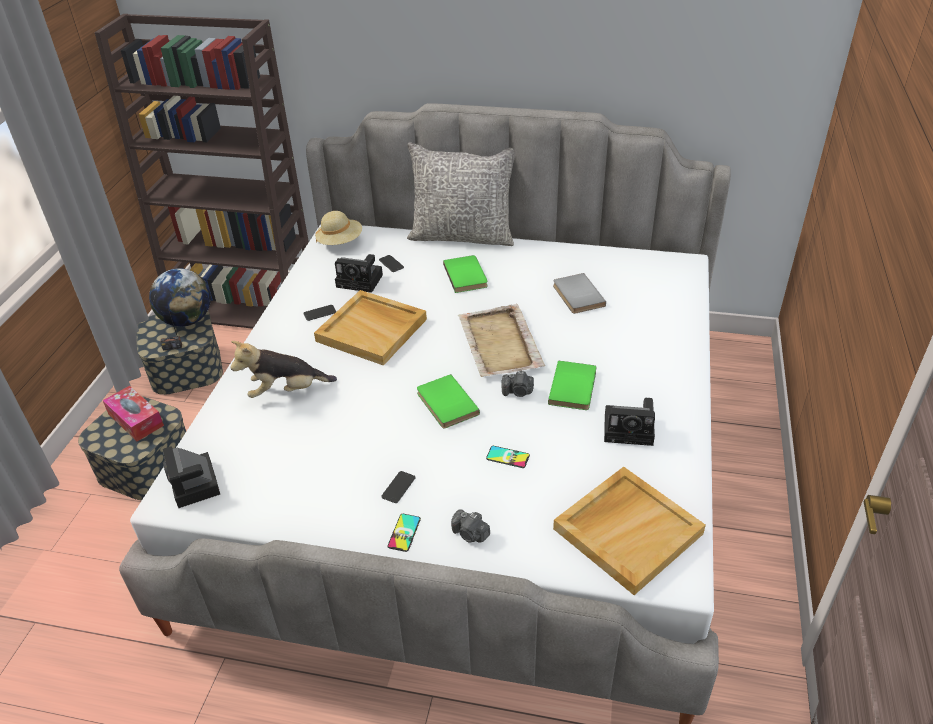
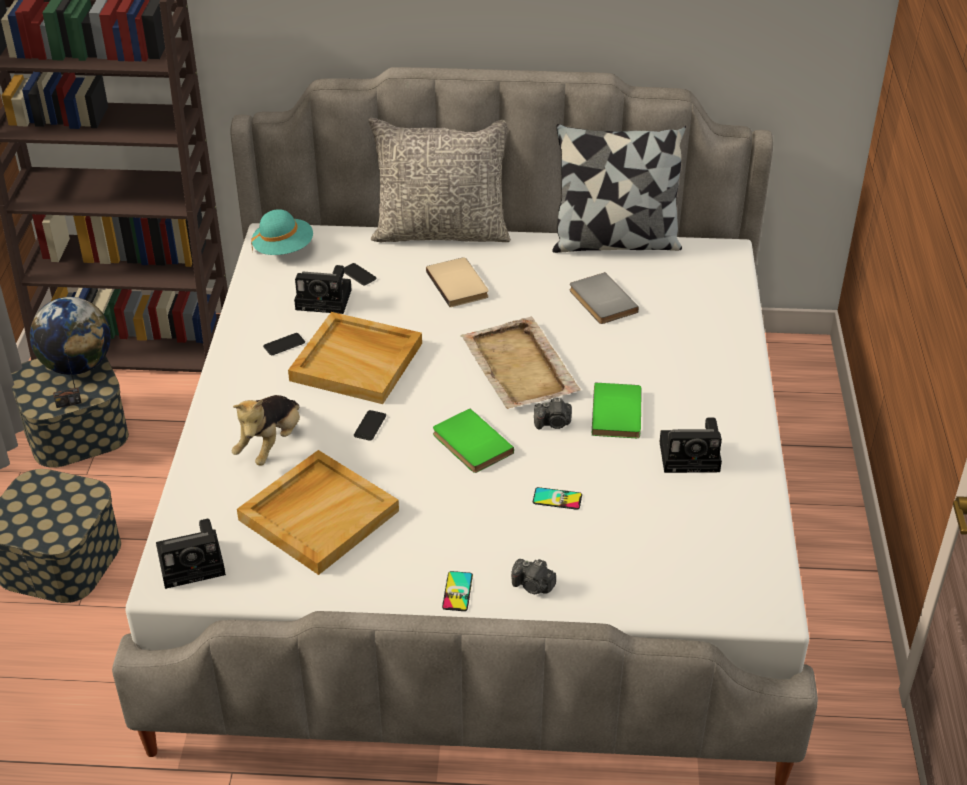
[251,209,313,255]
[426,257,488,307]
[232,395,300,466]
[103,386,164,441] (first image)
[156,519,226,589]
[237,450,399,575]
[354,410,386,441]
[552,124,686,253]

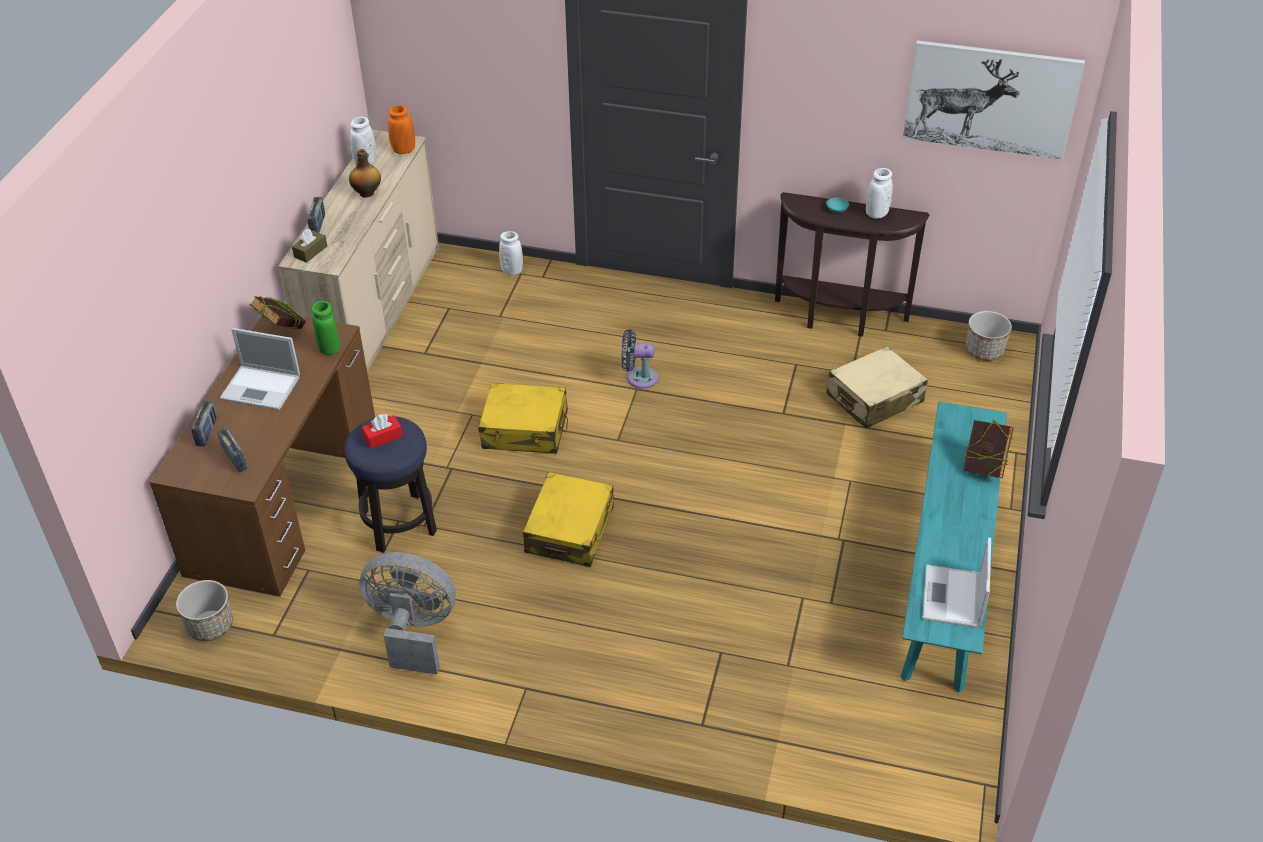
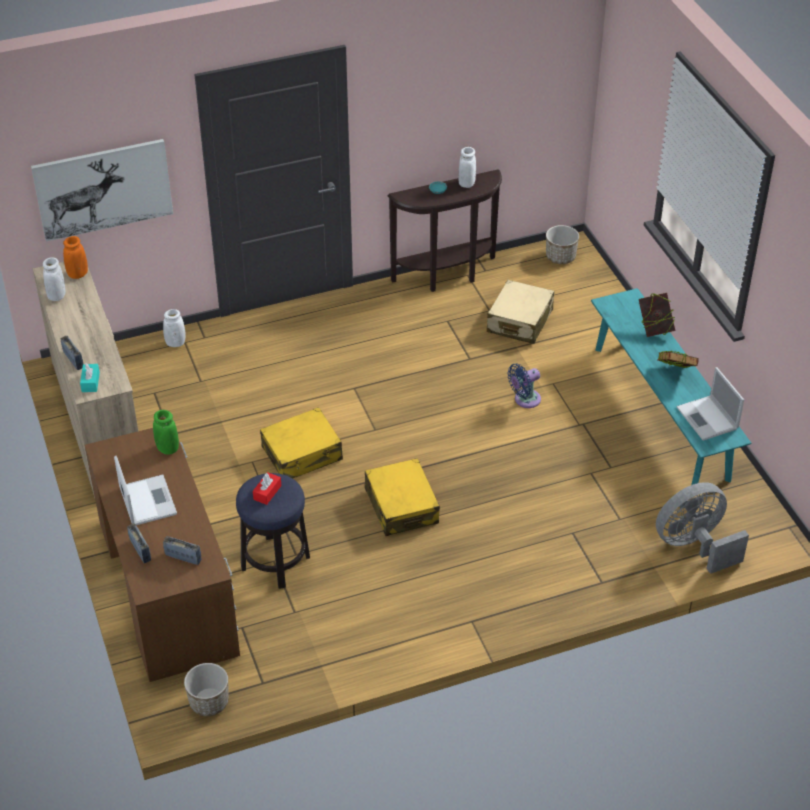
[31,139,173,242]
[349,149,381,198] (first image)
[80,363,100,392]
[658,351,699,368]
[114,456,177,525]
[508,364,541,408]
[656,482,749,574]

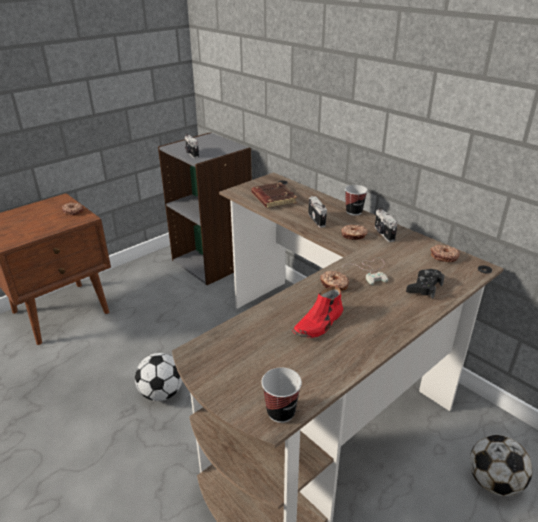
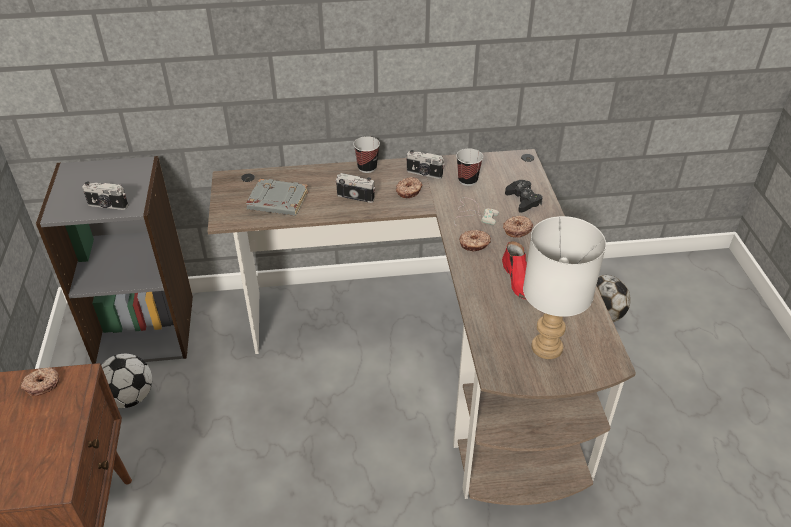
[246,179,308,216]
[503,216,533,238]
[101,354,152,408]
[456,148,483,186]
[523,216,606,359]

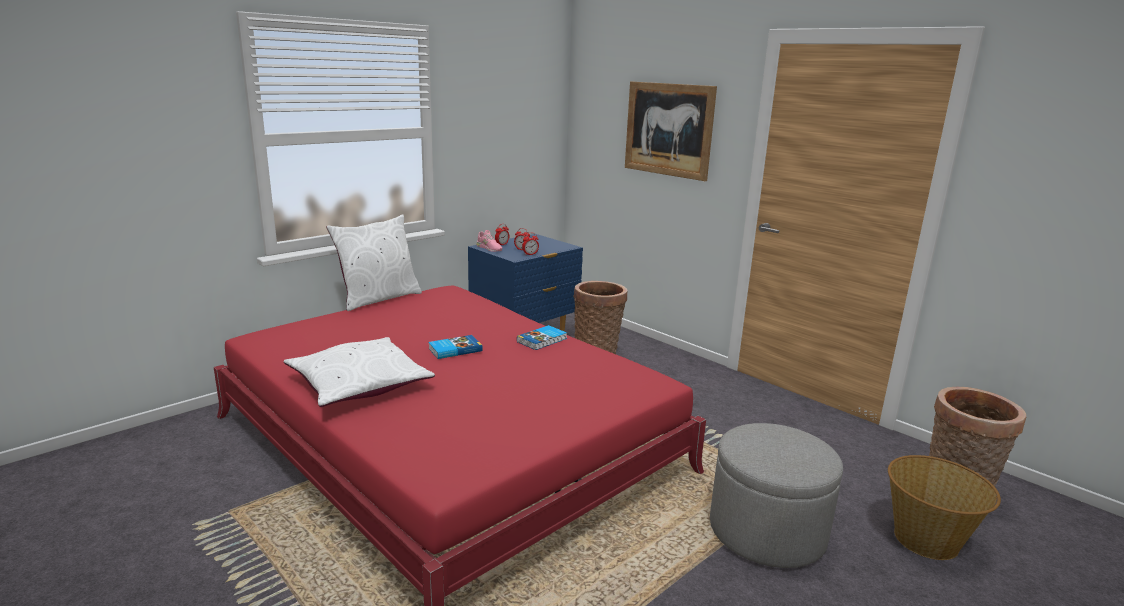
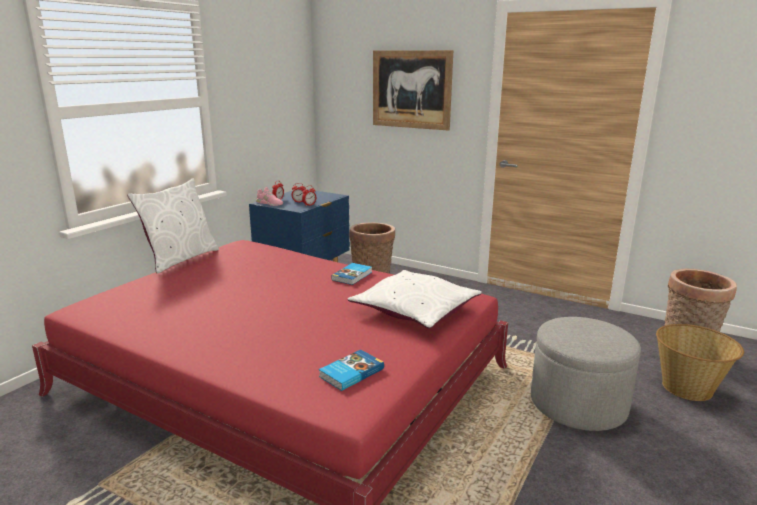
[319,350,384,391]
[348,270,482,329]

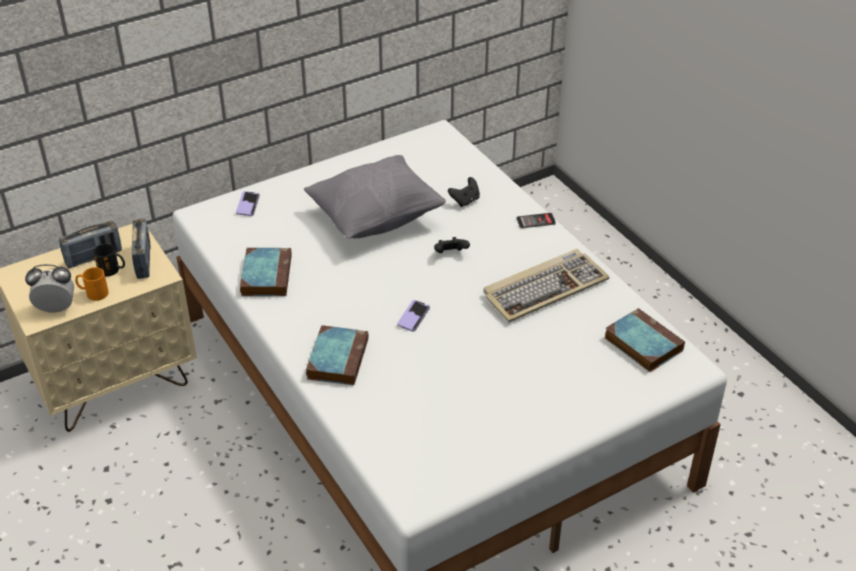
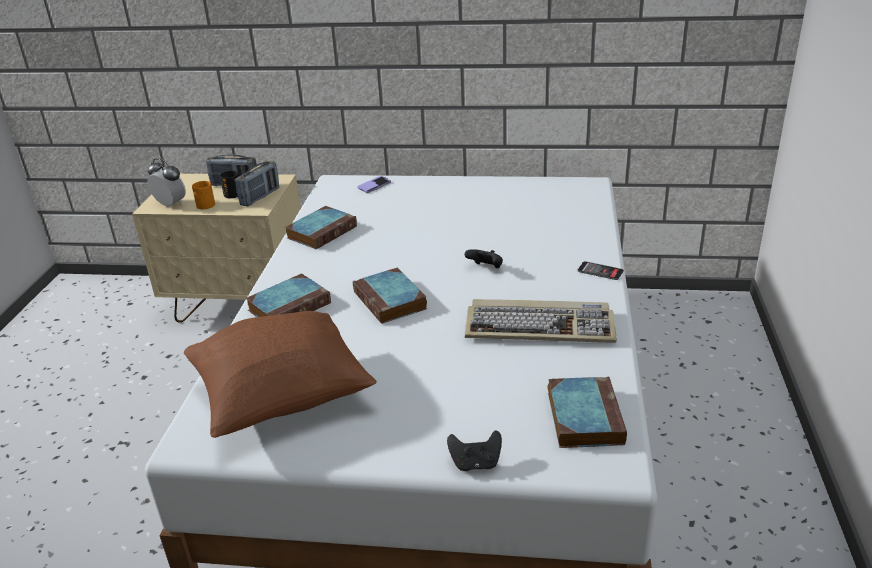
[304,155,446,238] (first image)
[447,430,502,471]
[353,268,427,324]
[184,311,377,438]

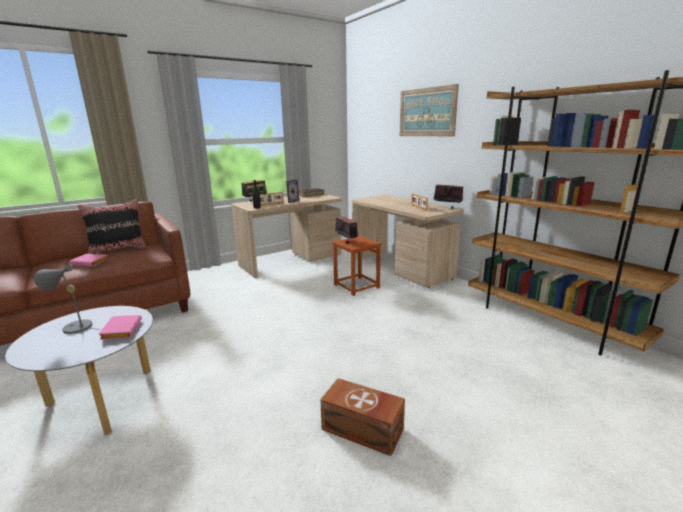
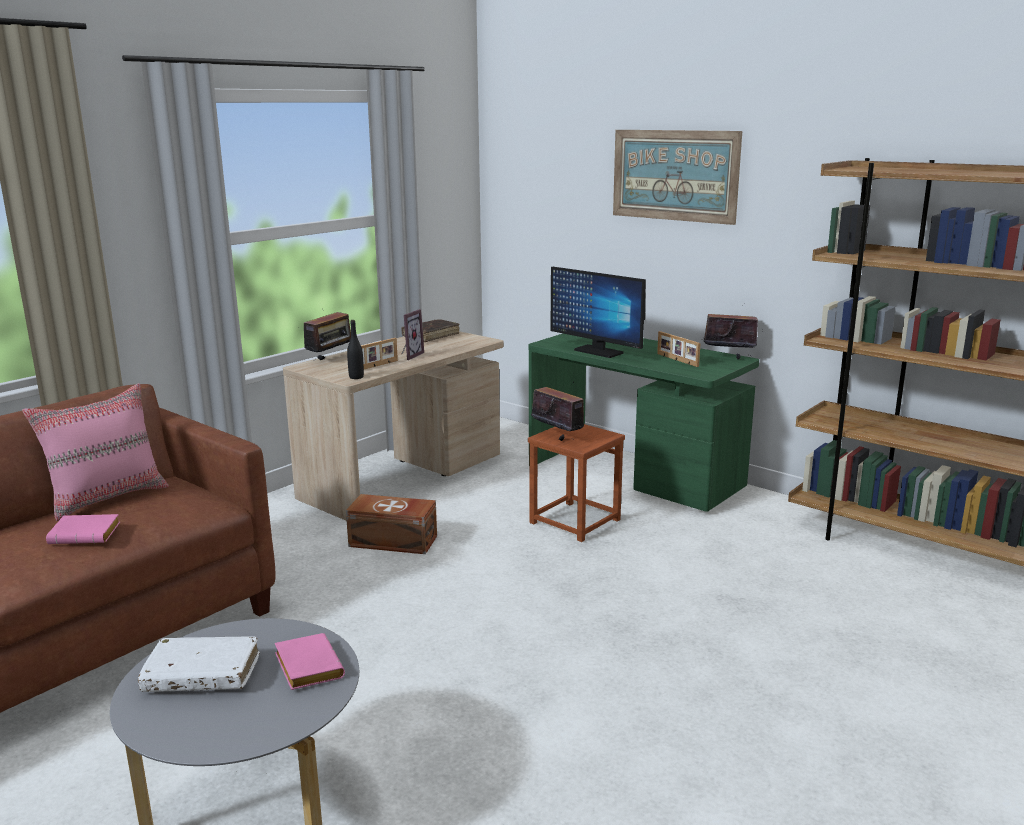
[529,334,759,512]
[22,383,169,521]
[138,636,260,692]
[346,494,437,554]
[550,267,646,358]

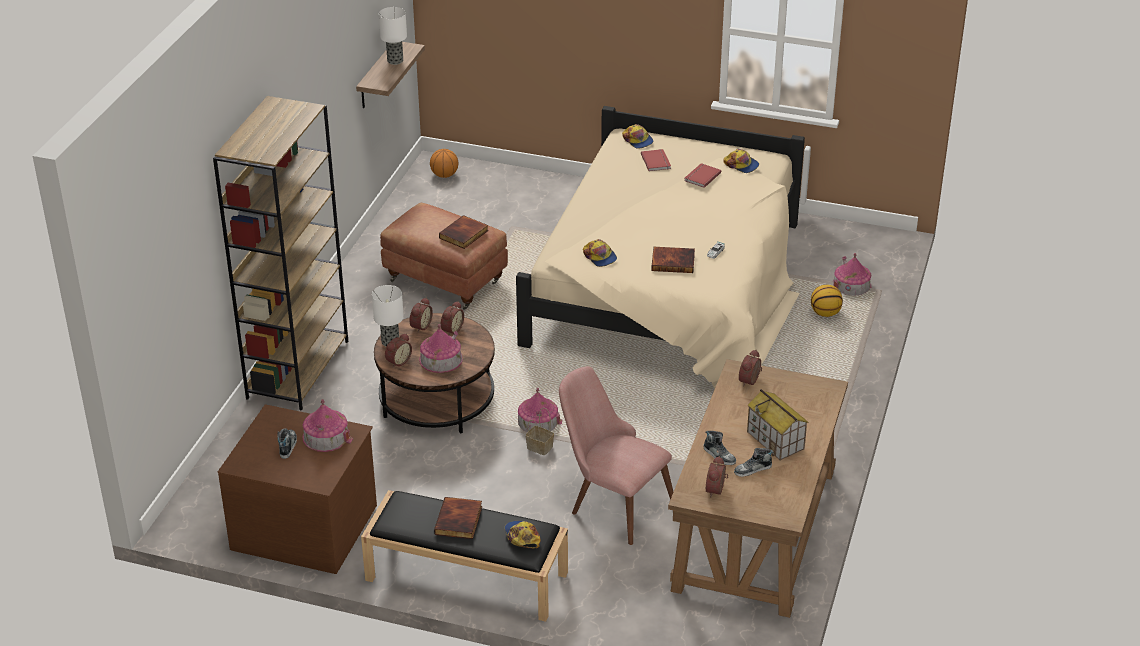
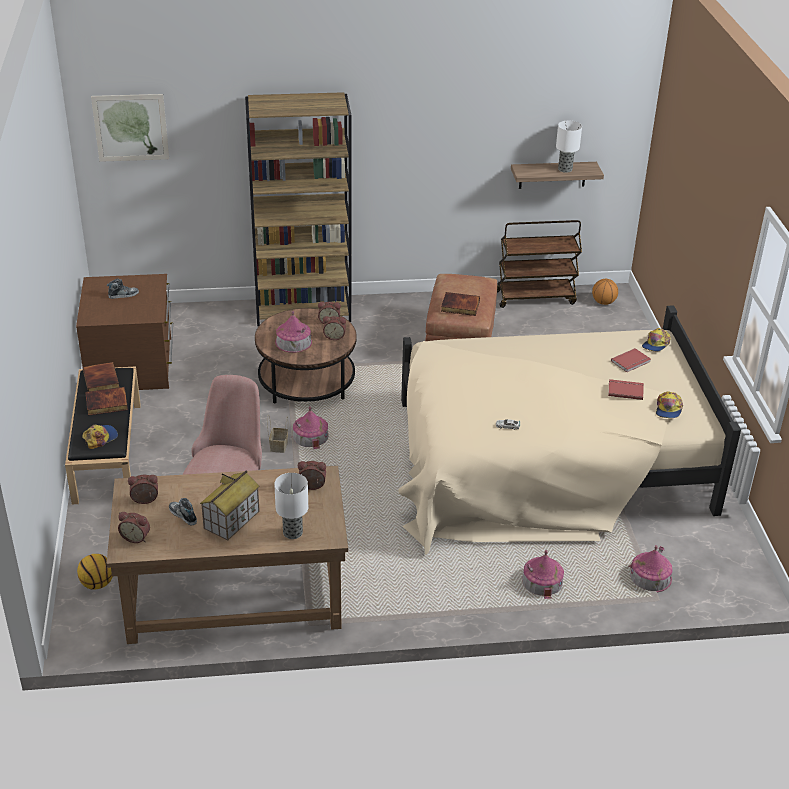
[583,239,617,267] (first image)
[83,362,119,392]
[274,473,308,539]
[77,554,113,590]
[118,512,150,543]
[522,550,564,599]
[704,431,736,465] (first image)
[91,94,169,162]
[497,220,582,308]

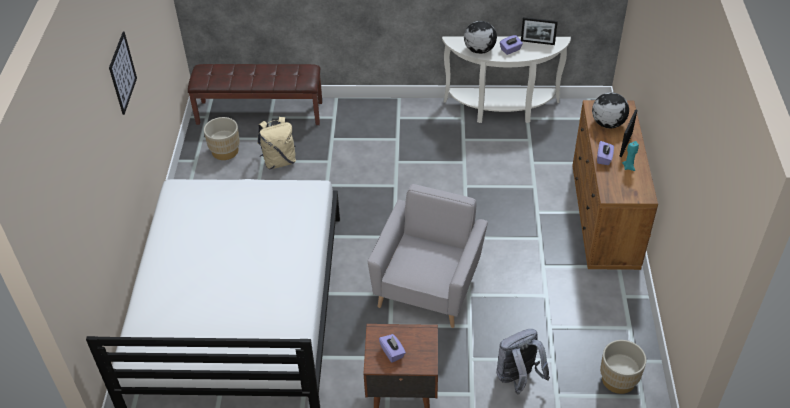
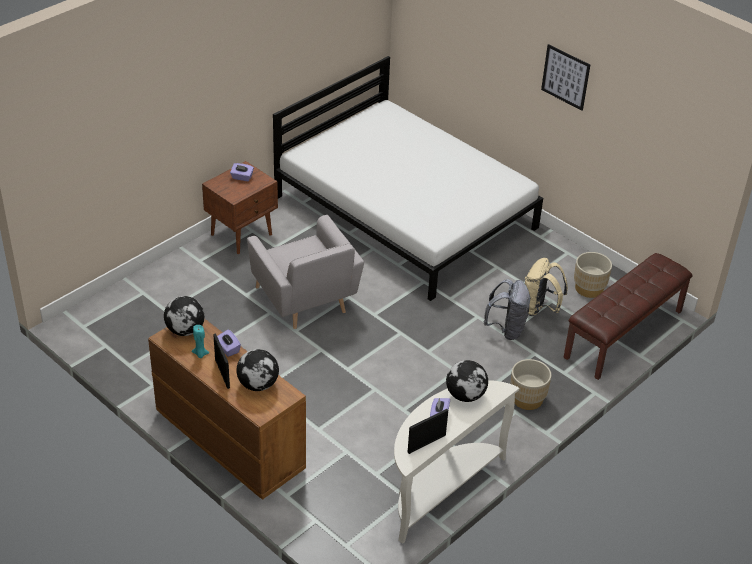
[484,279,531,340]
[510,359,551,410]
[164,296,205,336]

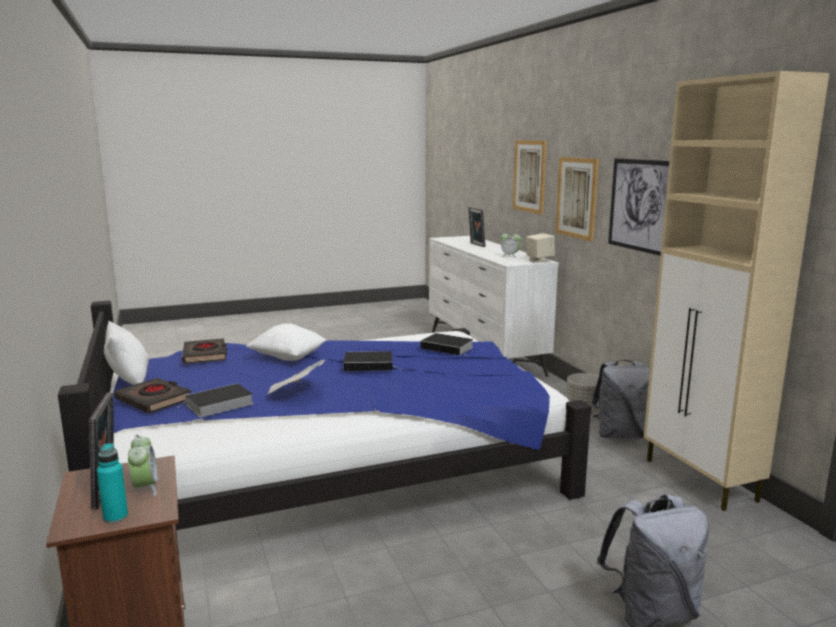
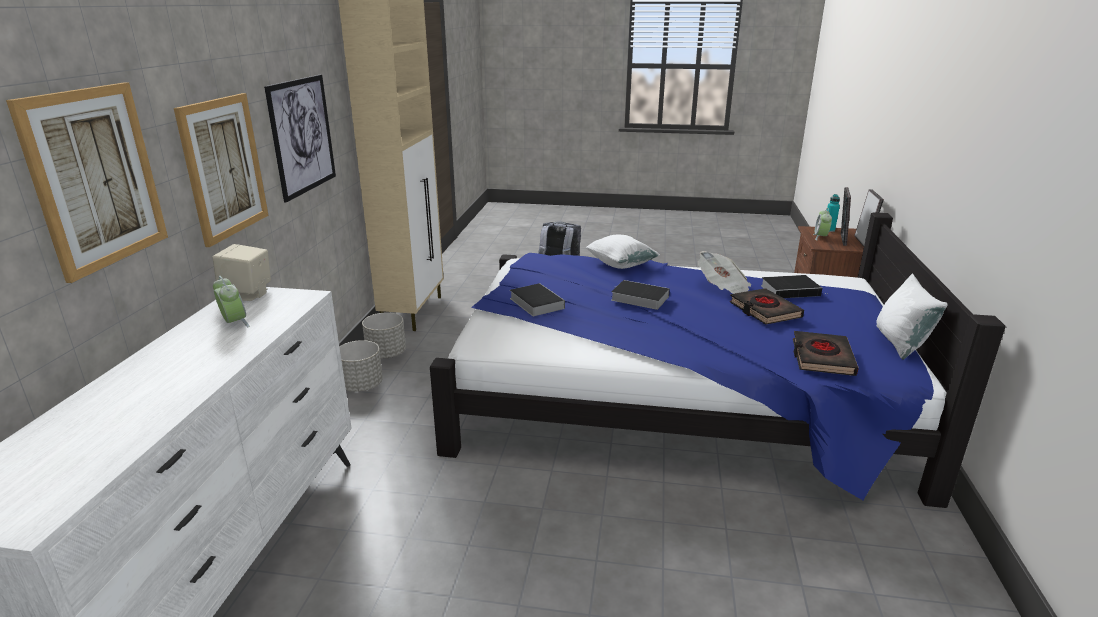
[854,189,884,247]
[585,235,660,269]
[362,312,406,359]
[730,288,804,324]

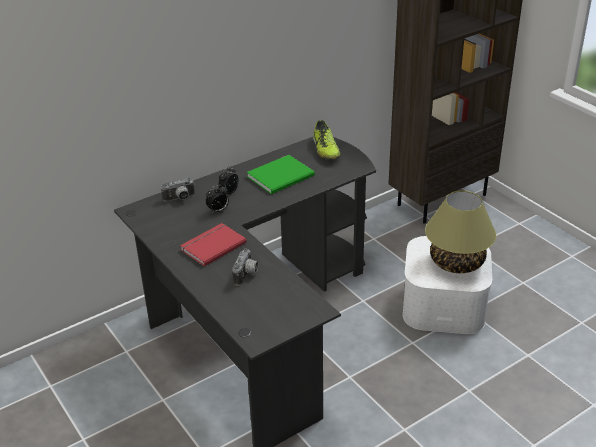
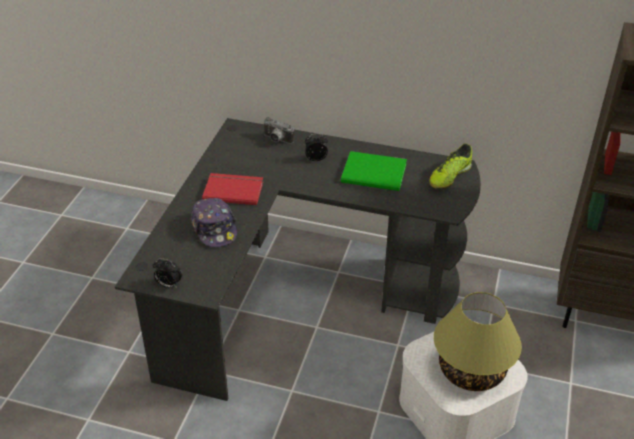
[153,258,182,288]
[191,198,237,247]

